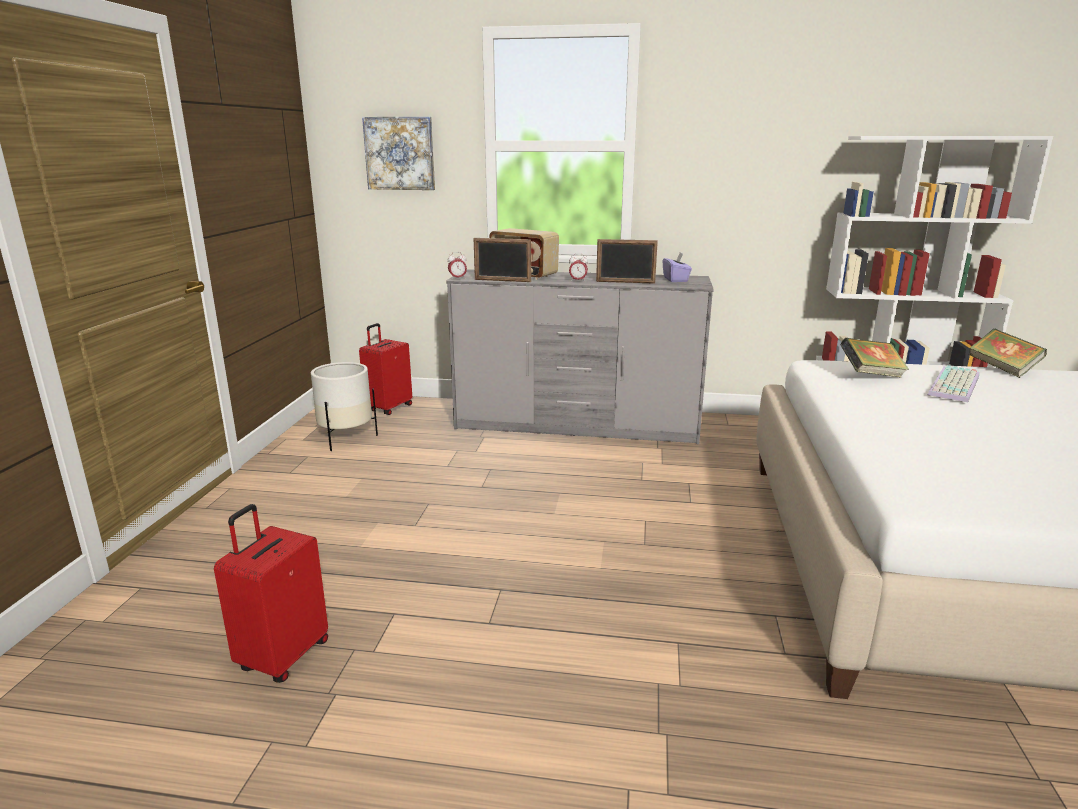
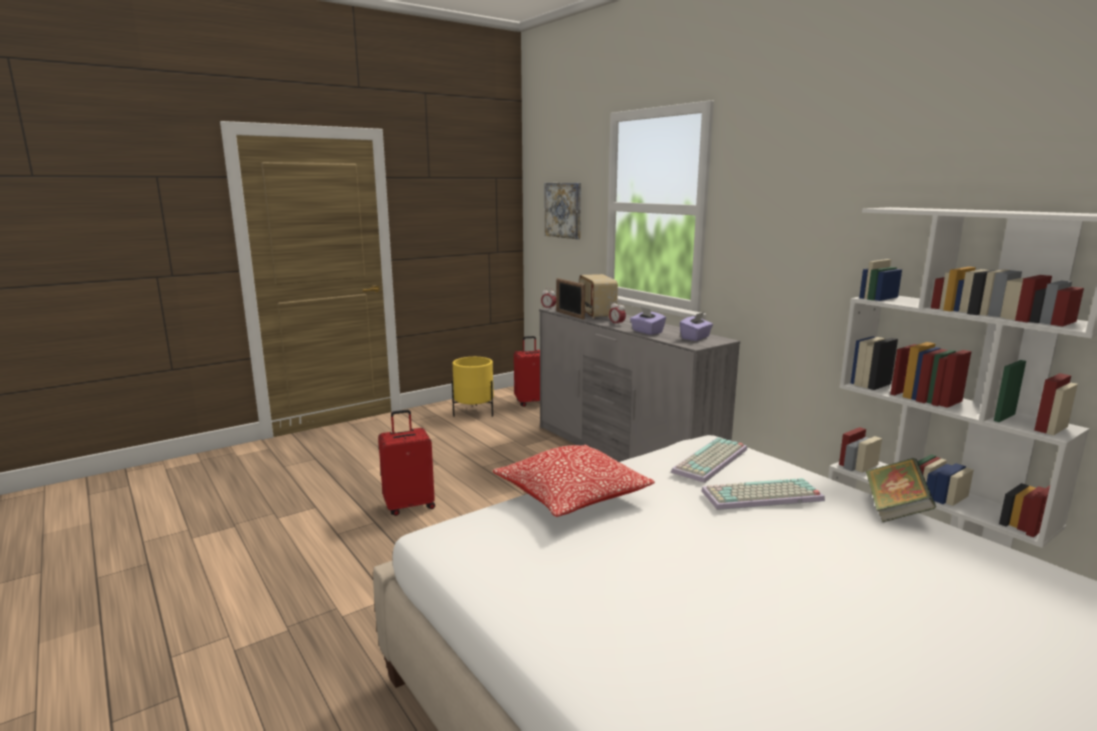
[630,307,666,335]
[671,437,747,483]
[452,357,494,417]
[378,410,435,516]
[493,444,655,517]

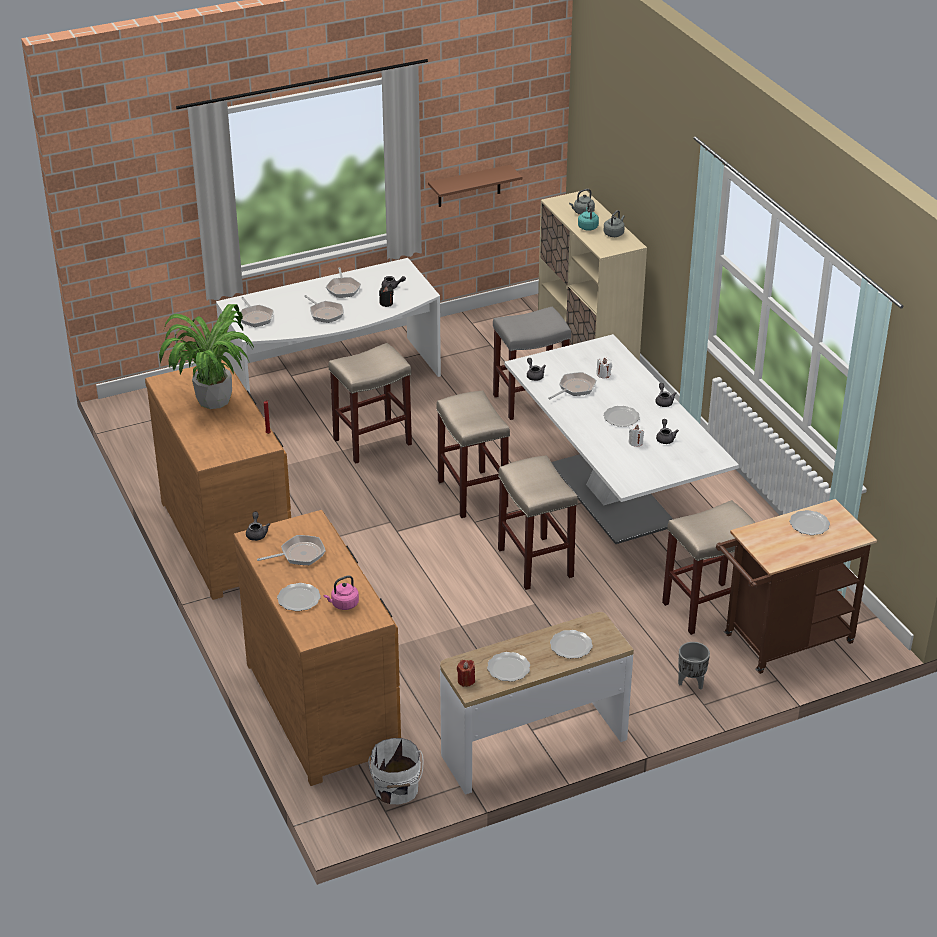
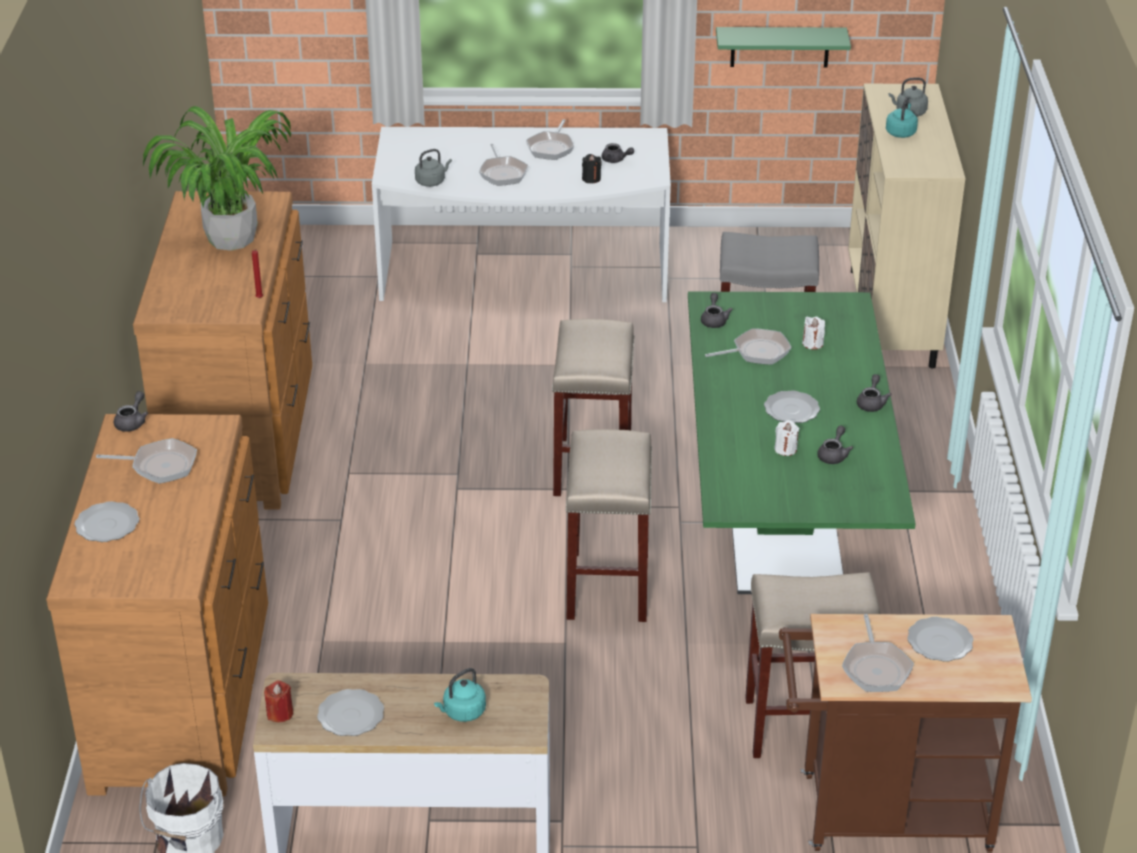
[716,27,851,67]
[415,149,452,187]
[842,614,914,692]
[688,291,916,594]
[328,343,412,463] (first image)
[324,575,359,610] (first image)
[434,668,486,722]
[678,642,710,690] (first image)

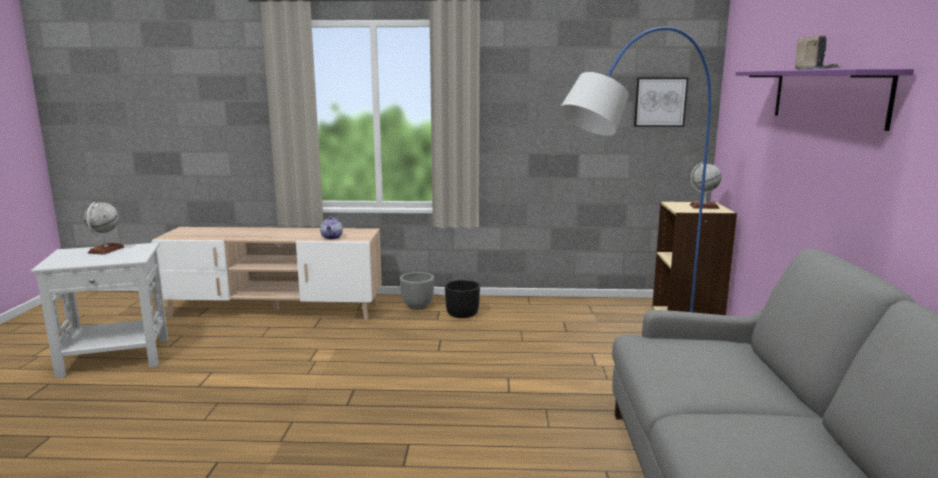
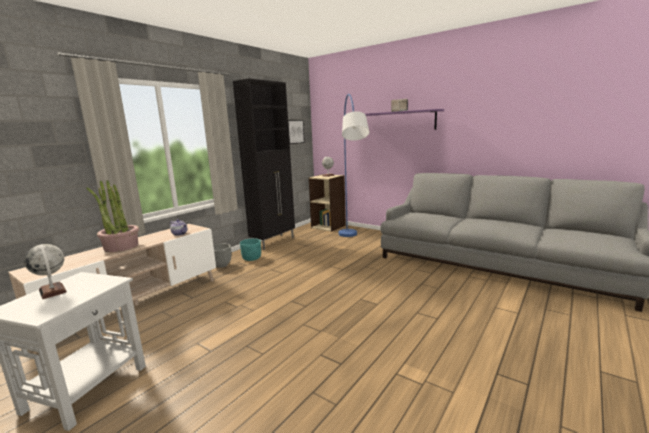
[240,238,261,261]
[233,78,295,250]
[86,180,139,252]

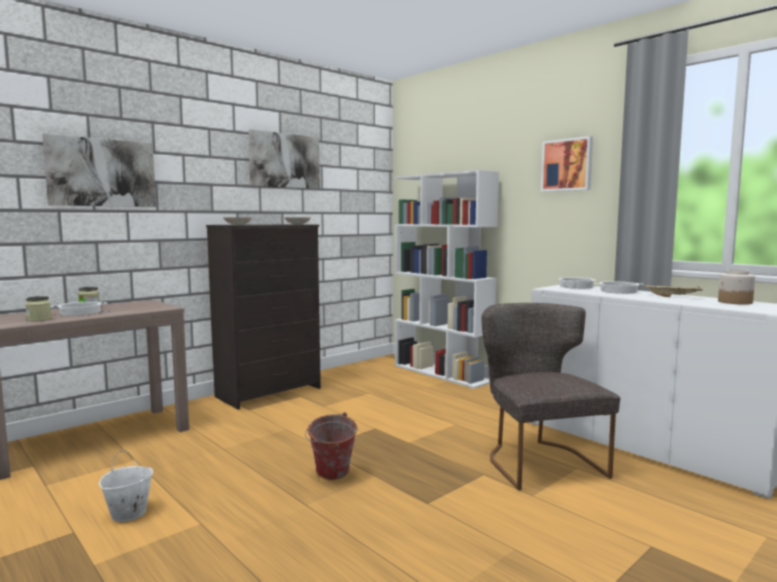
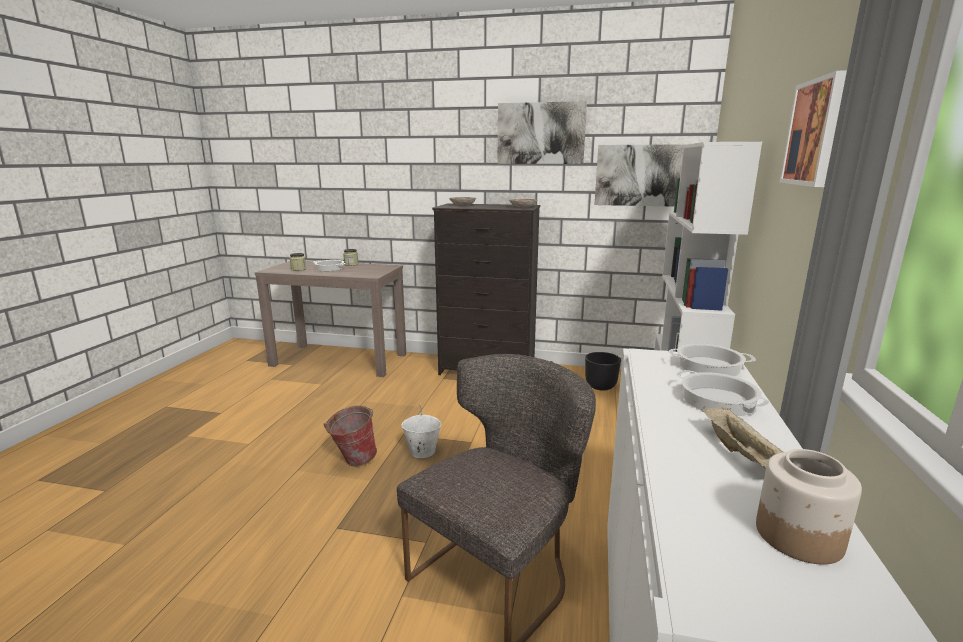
[595,144,687,207]
[401,404,441,458]
[585,352,621,391]

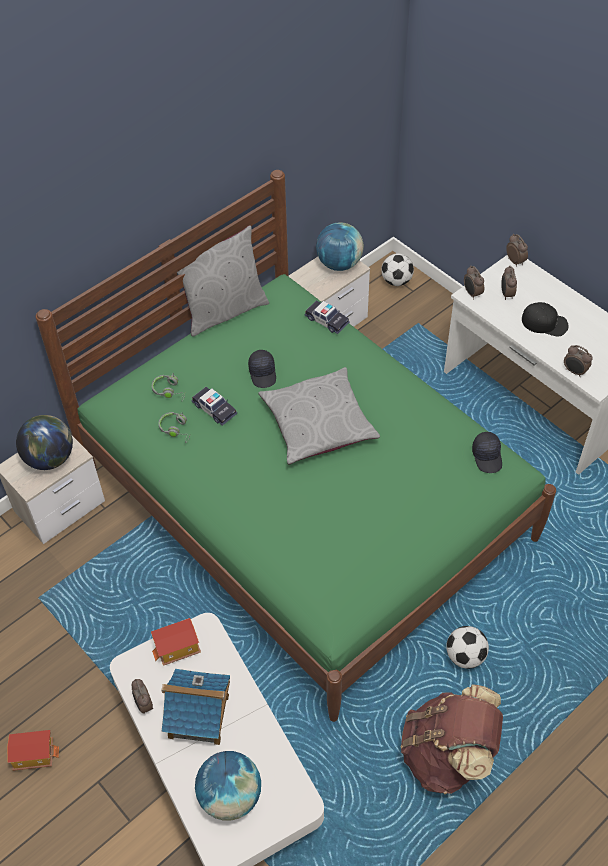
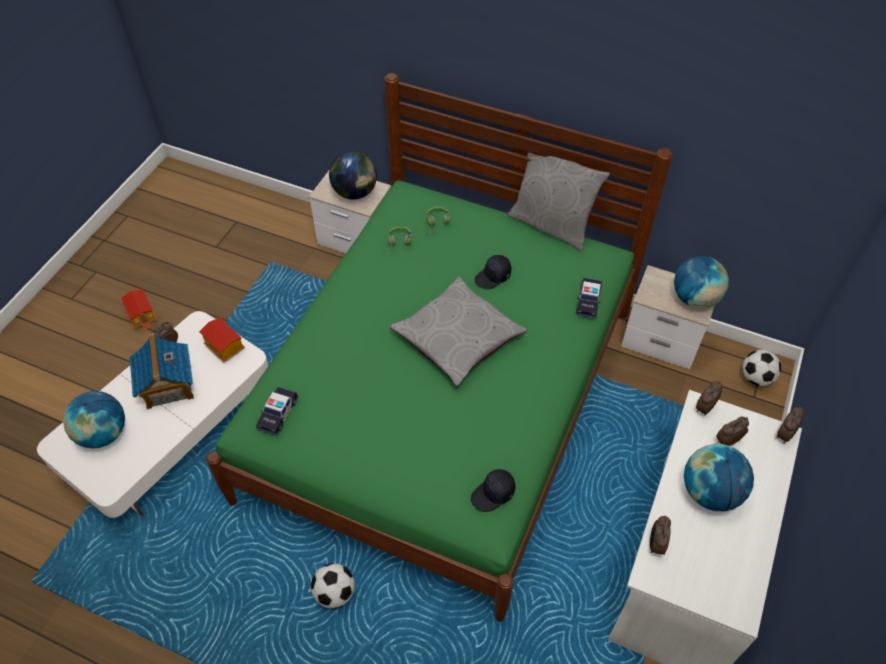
[684,444,754,511]
[256,387,299,436]
[401,684,503,794] (first image)

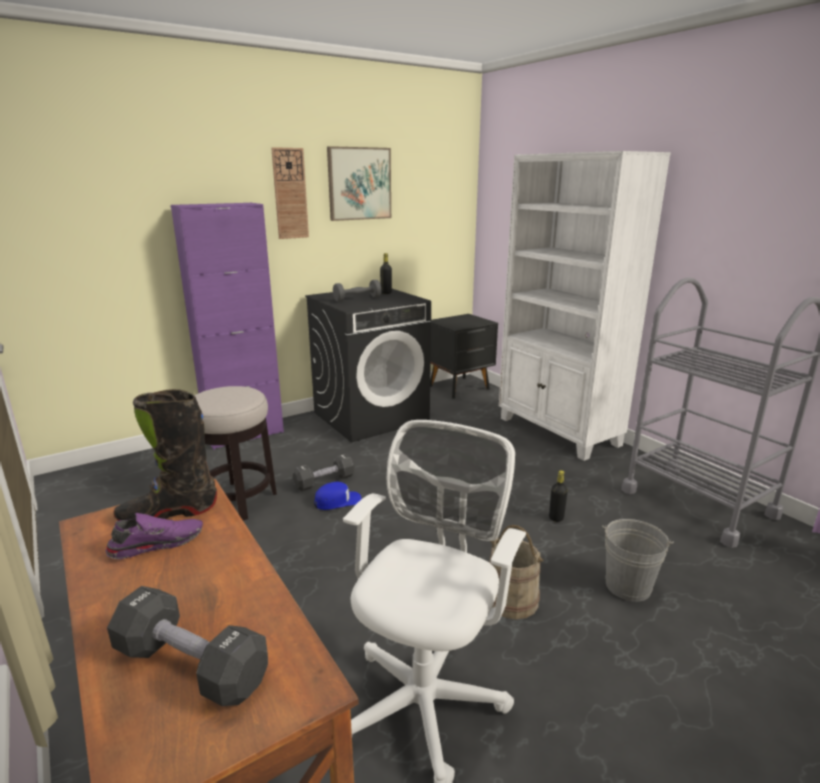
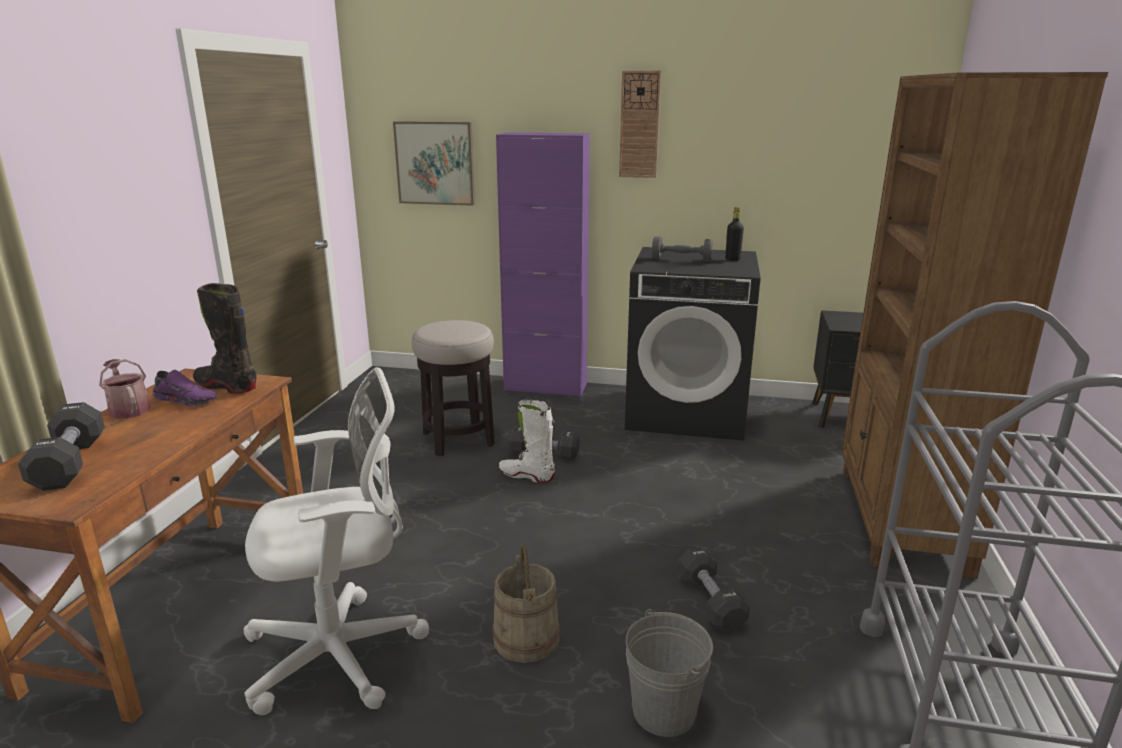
[393,121,475,206]
[842,72,1108,579]
[678,547,750,632]
[499,399,555,483]
[99,359,151,419]

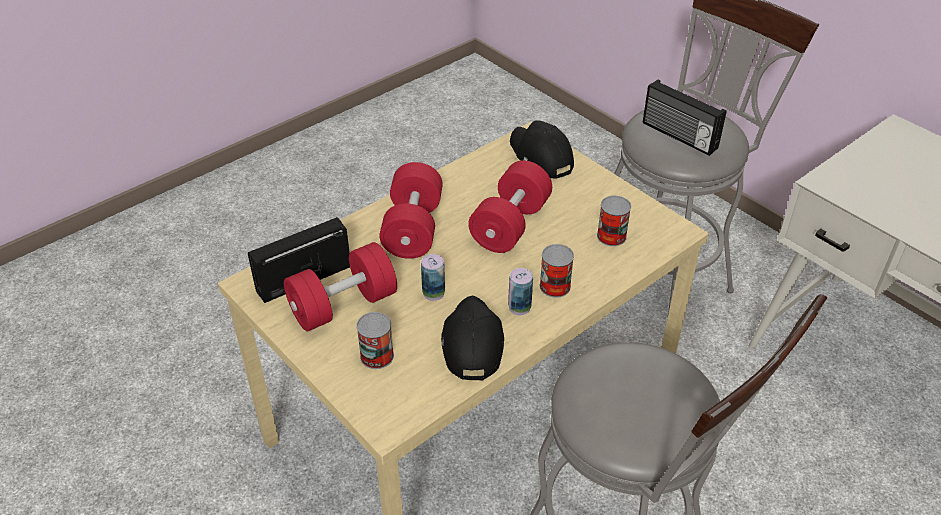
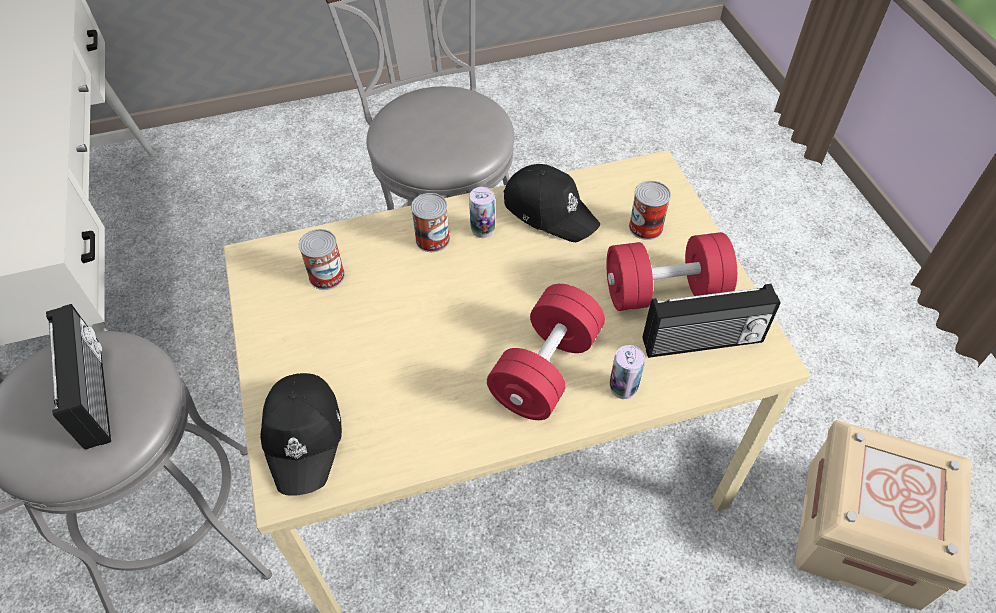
[468,160,552,253] (first image)
[609,345,645,399]
[504,164,600,242]
[795,420,971,610]

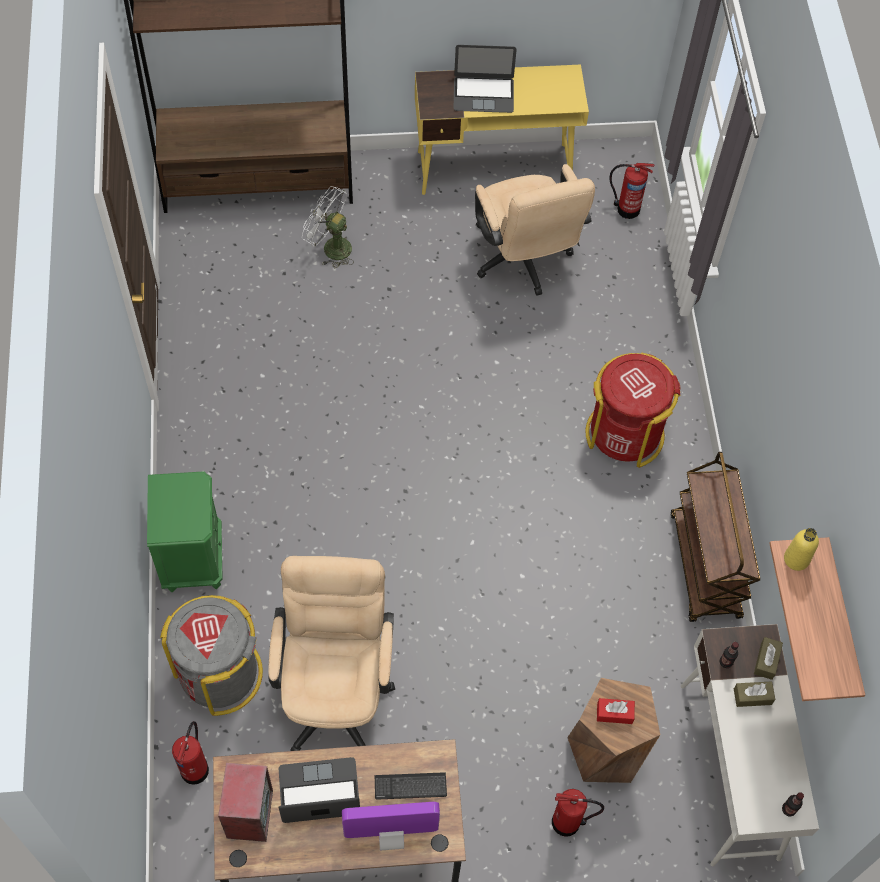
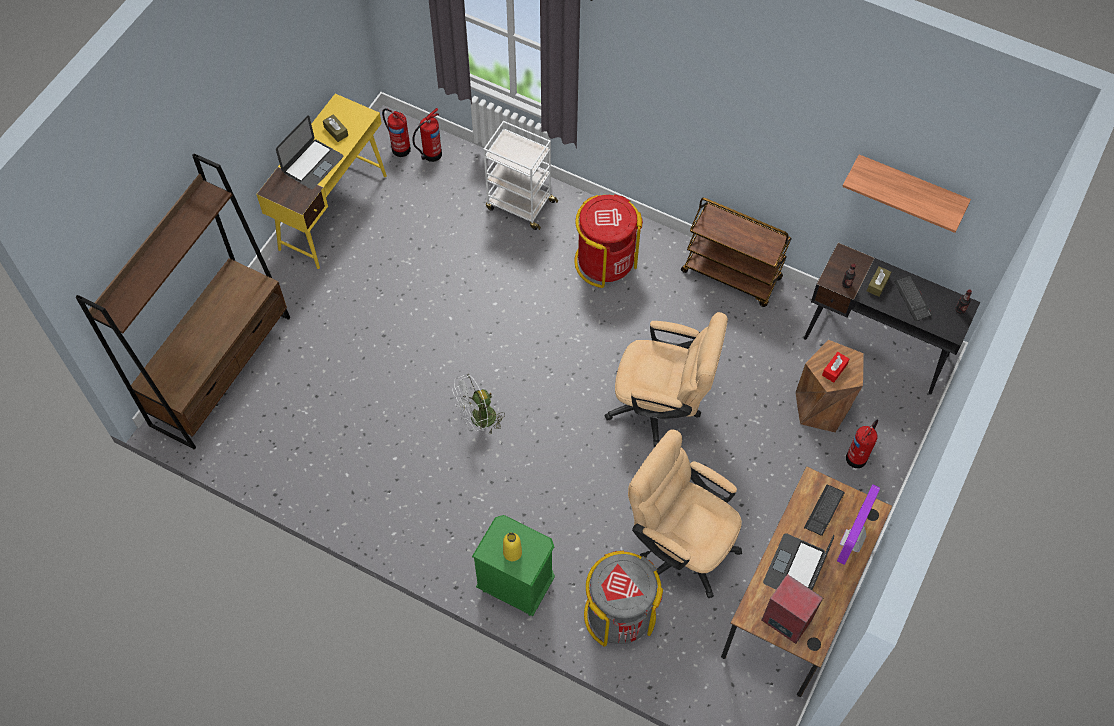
[605,312,728,447]
[452,374,505,434]
[503,532,522,561]
[804,243,980,395]
[323,115,348,142]
[382,108,411,157]
[483,121,558,230]
[894,275,932,322]

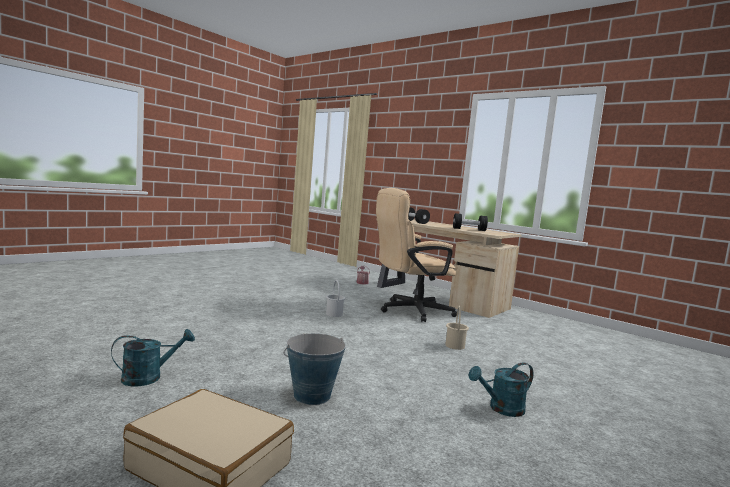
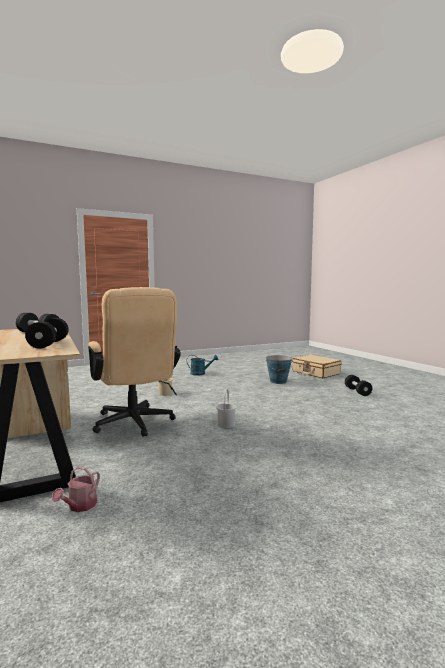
[88,287,181,437]
[345,375,372,396]

